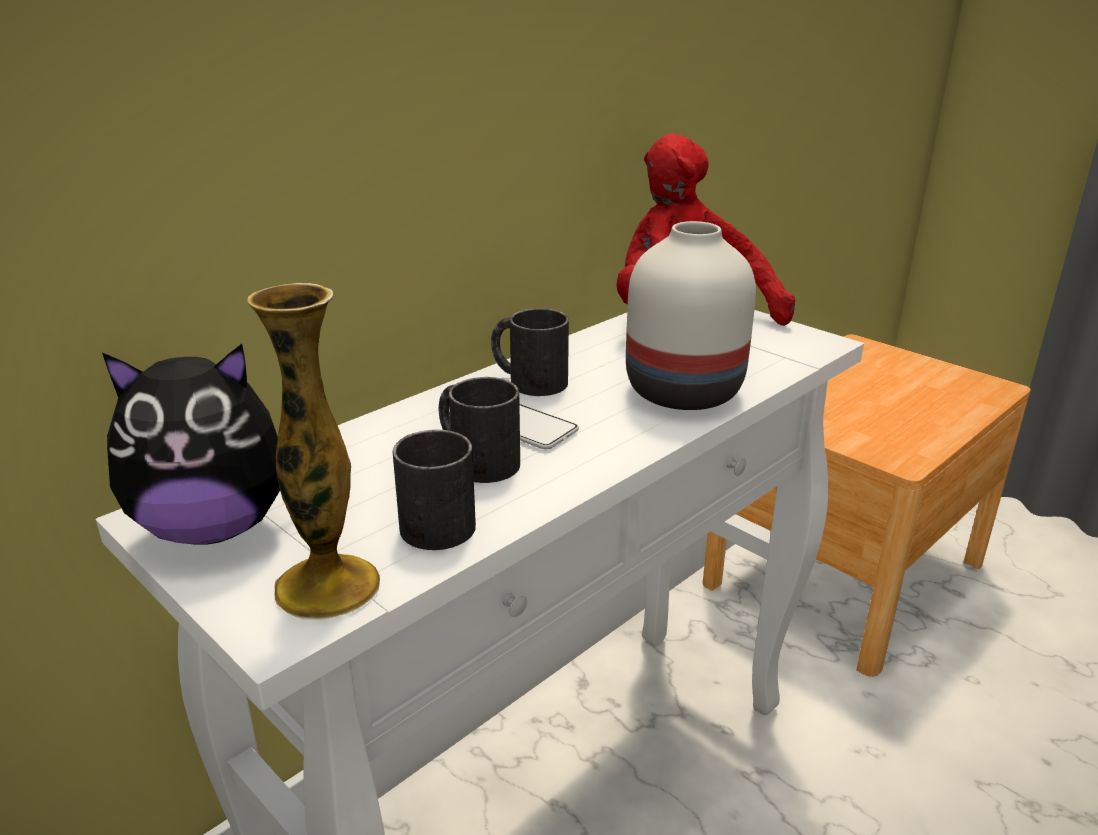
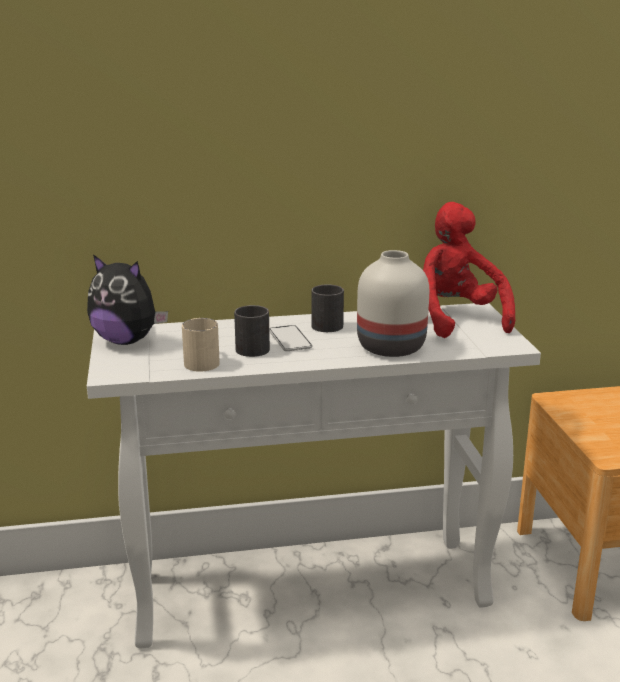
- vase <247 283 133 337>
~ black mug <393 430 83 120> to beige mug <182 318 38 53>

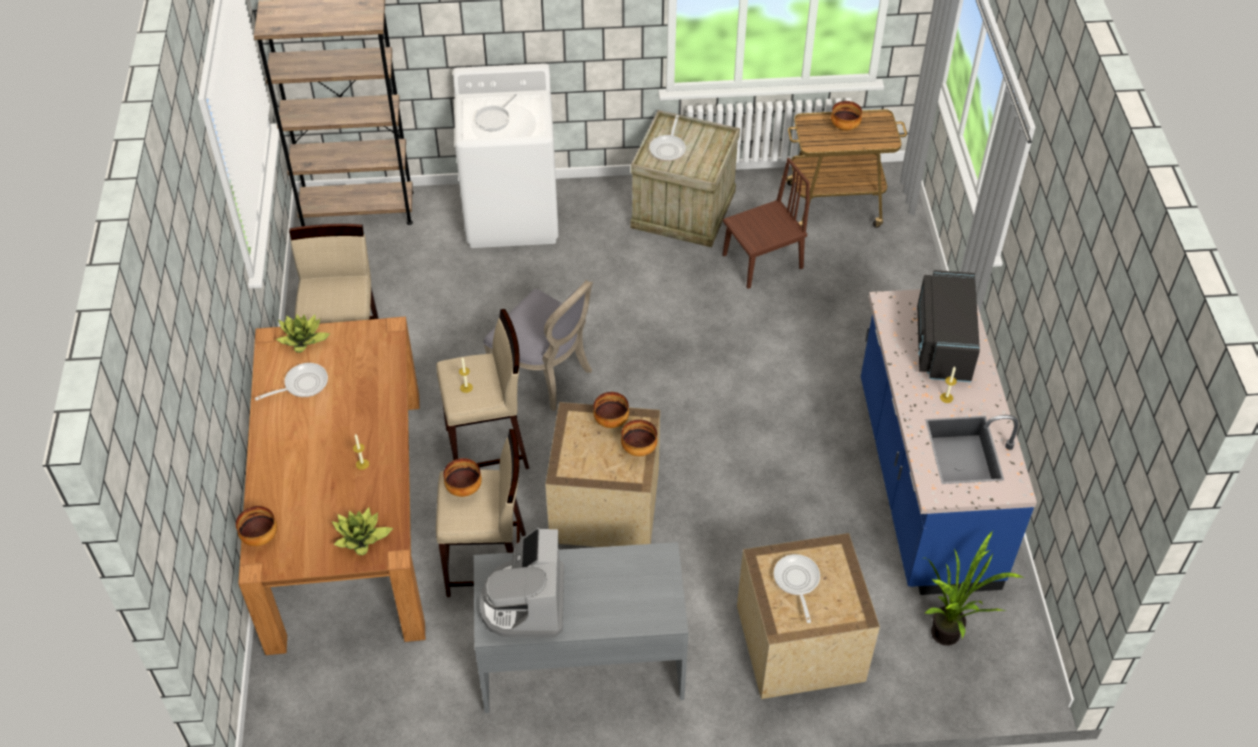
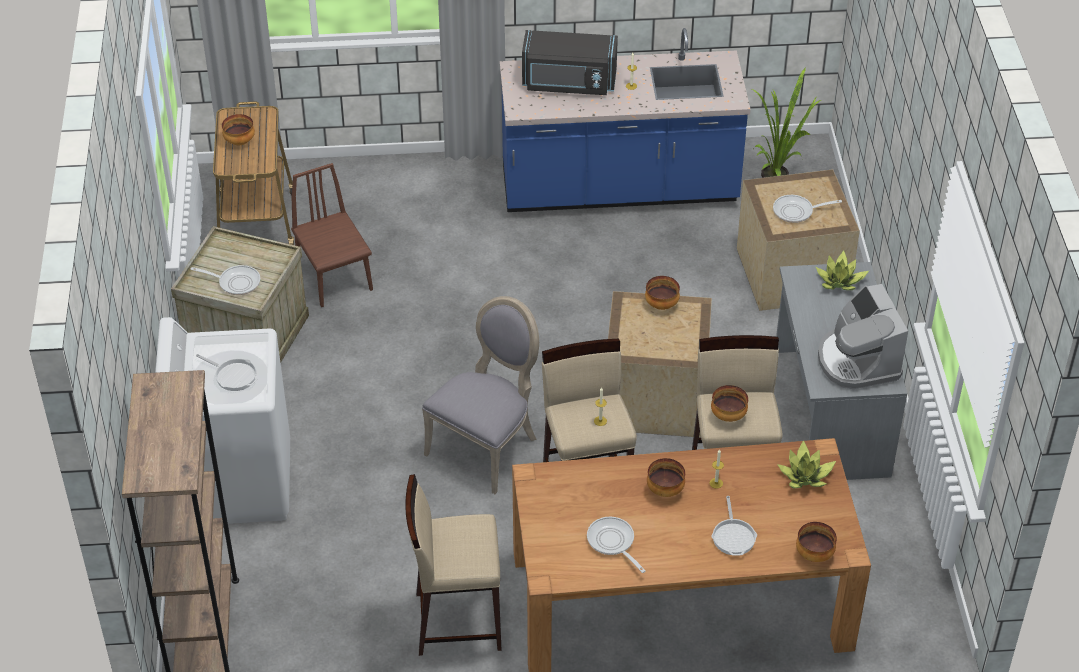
+ frying pan <711 496 46 60>
~ potted plant <276 314 54 39> to <816 251 54 39>
~ bowl <593 392 36 36> to <647 458 38 39>
~ coffee machine <480 528 84 109> = <818 284 90 105> 75 degrees clockwise

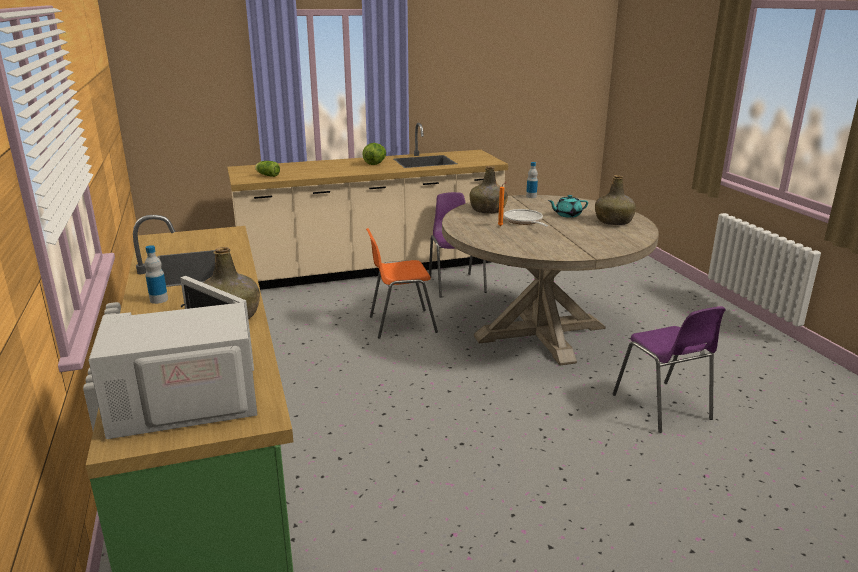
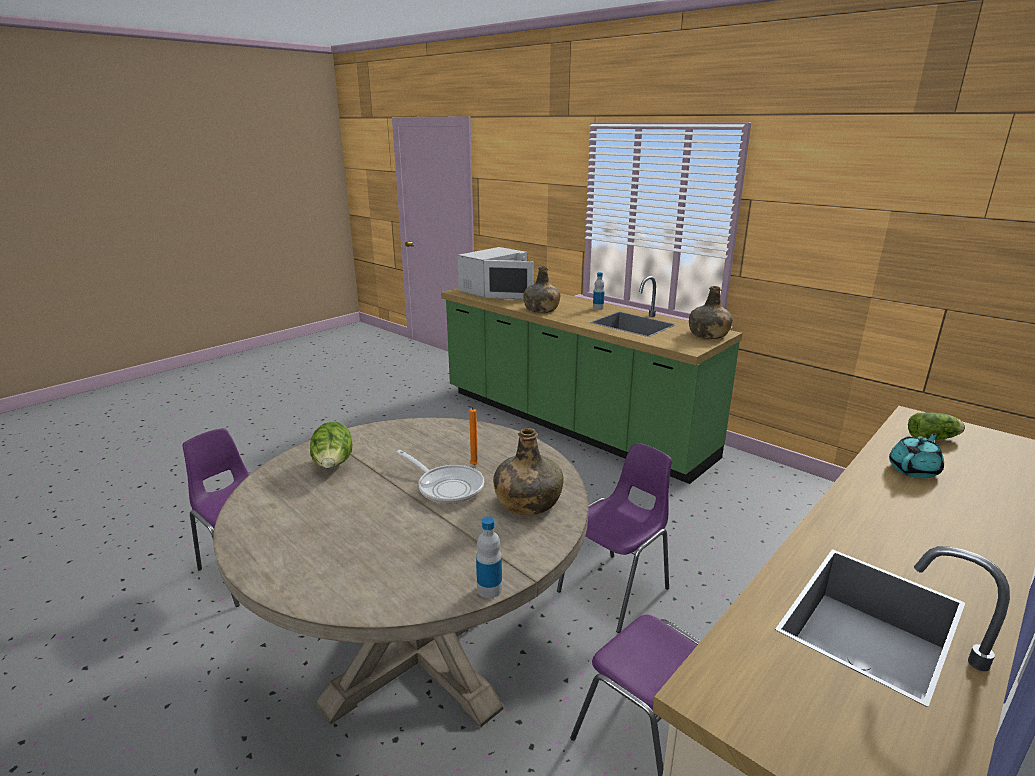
~ lettuce <362 143 24 22> to <310 422 42 46>
~ turquoise teapot <548 195 40 23> to <889 433 55 45>
~ green bottle <595 175 41 50> to <689 286 44 53>
~ orange chair <366 228 72 111> to purple chair <557 443 115 190>

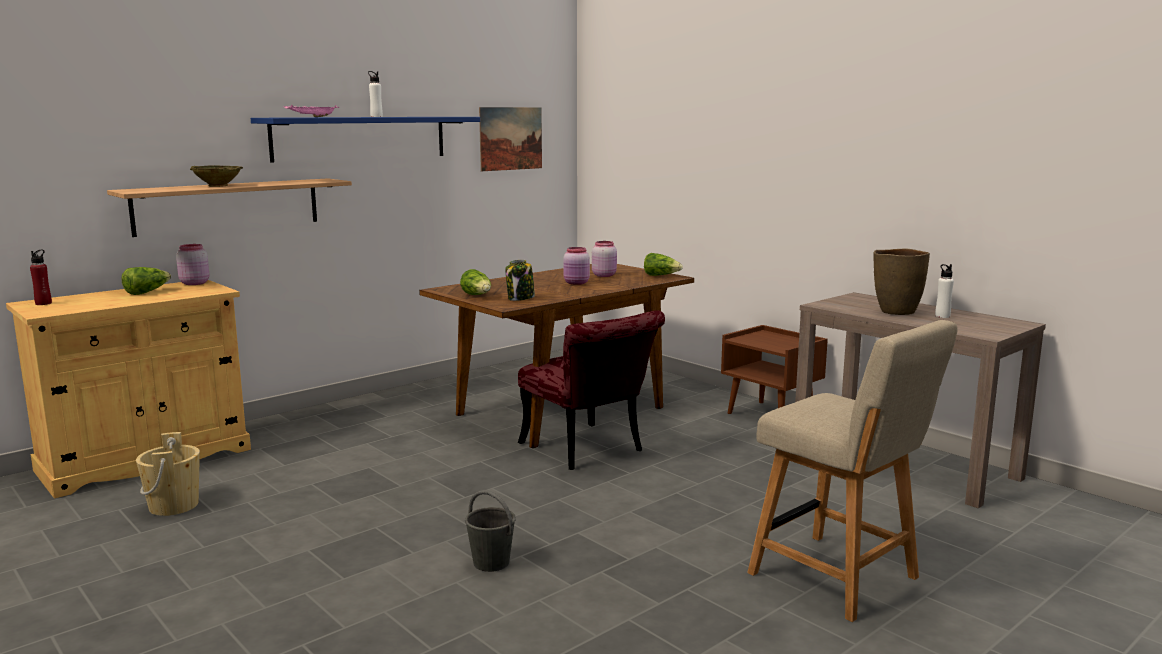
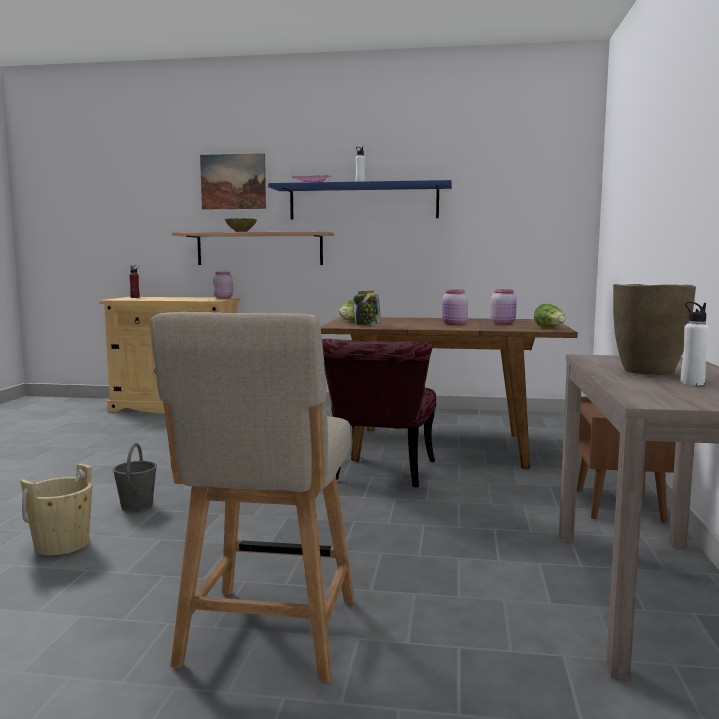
- lettuce <121 267 50 28>
~ beige bucket <136 432 64 84> to <20 464 73 91>
~ picture <479 107 63 64> to <200 153 66 56>

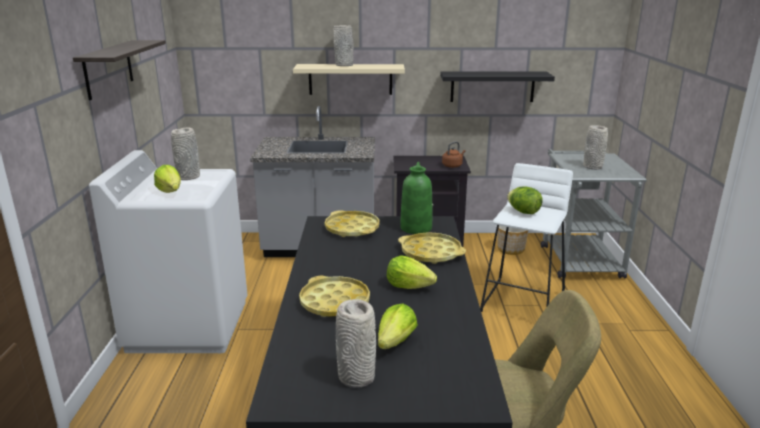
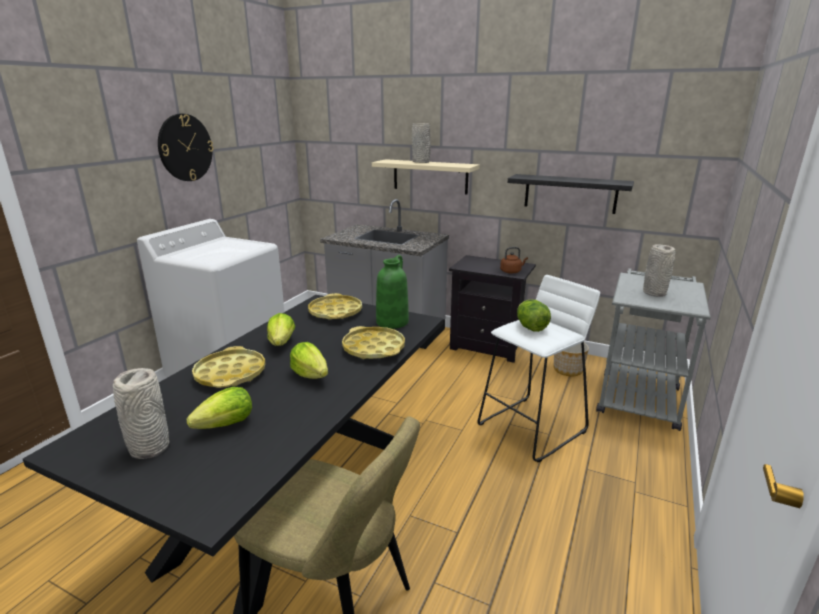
- grey vase <171 127 29 53>
~ lettuce <154 165 27 28> to <267 313 28 33>
~ shelf <73 40 93 60> to wall clock <158 114 56 67>

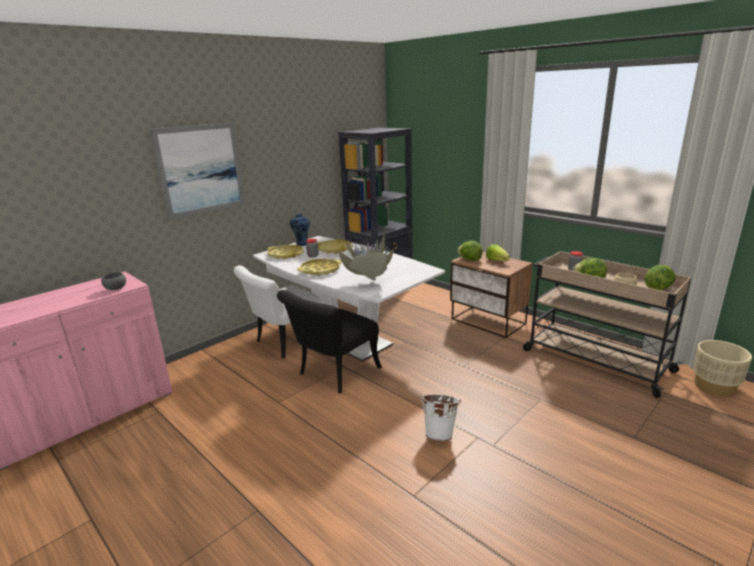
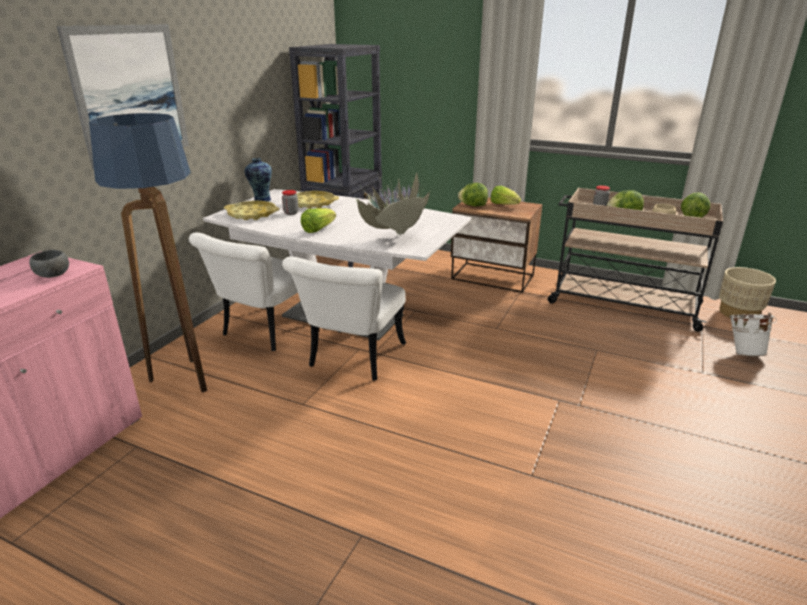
+ floor lamp <89 113 118 280>
~ white bucket <420 394 41 47> to <729 313 48 43>
~ yellow tray <297 259 45 17> to lettuce <301 208 35 25>
~ black chair <277 290 105 103> to white chair <282 257 124 124>

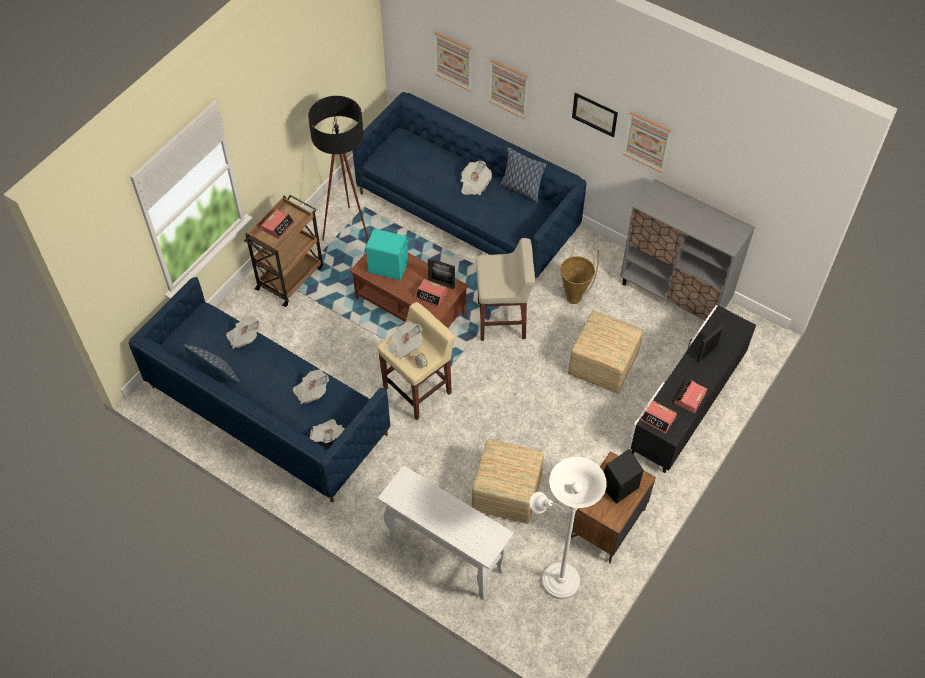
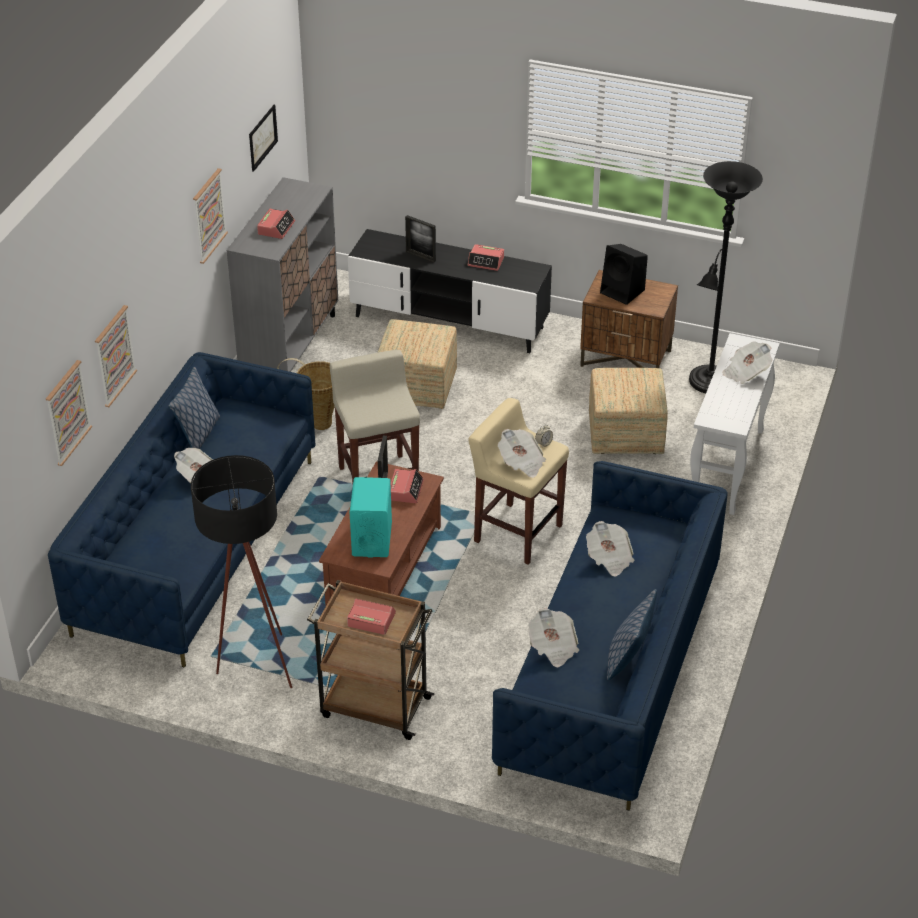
~ newspaper <310 419 35 24> to <722 341 50 43>
~ picture <572 93 46 44> to <249 105 29 67>
~ alarm clock <641 400 36 34> to <257 209 38 30>
~ white floor lamp <530 457 77 142> to black floor lamp <689 161 74 232>

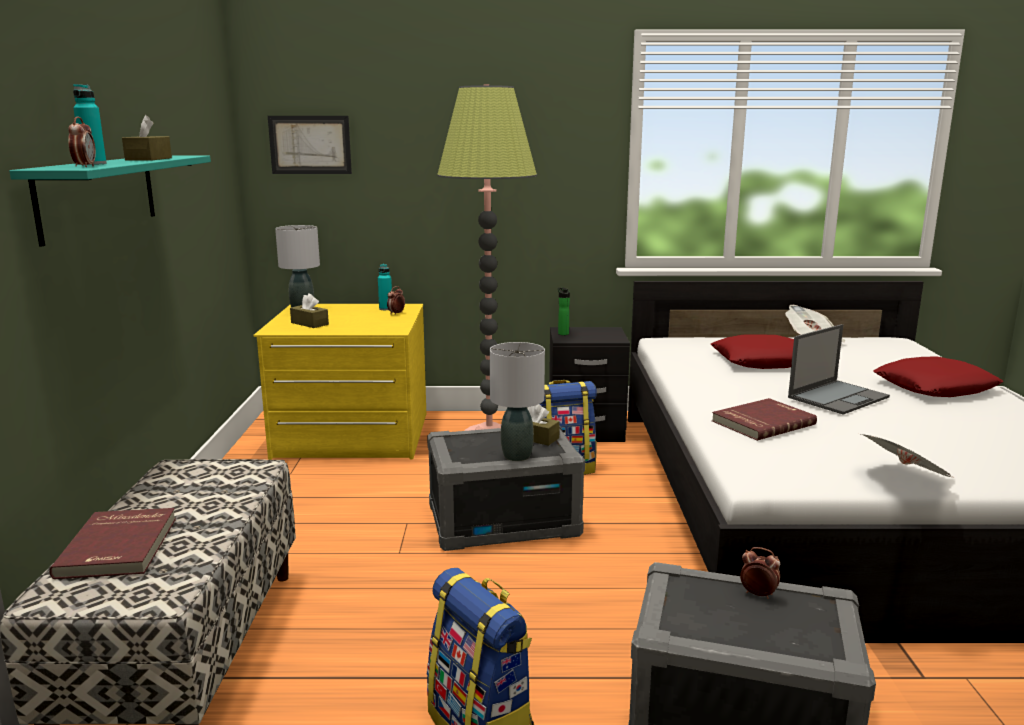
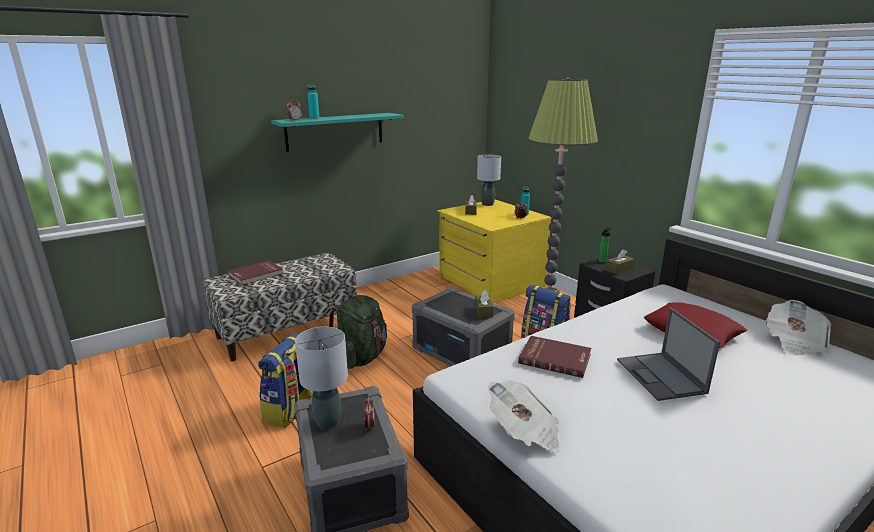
- picture <268 116 84 58>
- red pillow <873 357 130 40>
+ green backpack <329 295 58 74>
~ brown tissue box <122 115 50 46> to <606 249 28 26>
~ grey table lamp <490 342 55 119> to <295 327 53 102>
~ laptop <788 324 102 91> = <617 308 103 93> 60 degrees clockwise

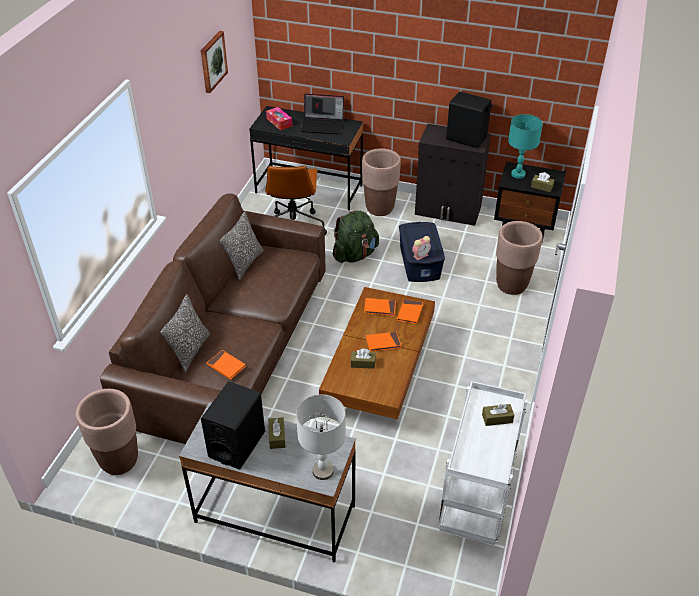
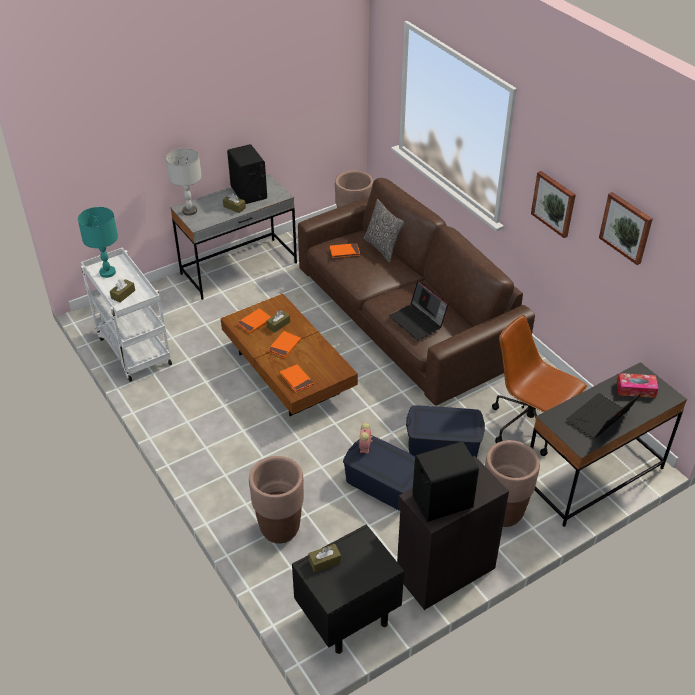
- pillow <220 212 43 68>
+ laptop <389 280 59 60>
+ picture <531 171 45 67>
~ orange book <364 298 32 18> to <237 308 34 26>
~ turquoise table lamp <508 114 35 65> to <78 207 40 71>
~ green backpack <333 210 46 53> to blue storage box <406 406 79 52>

